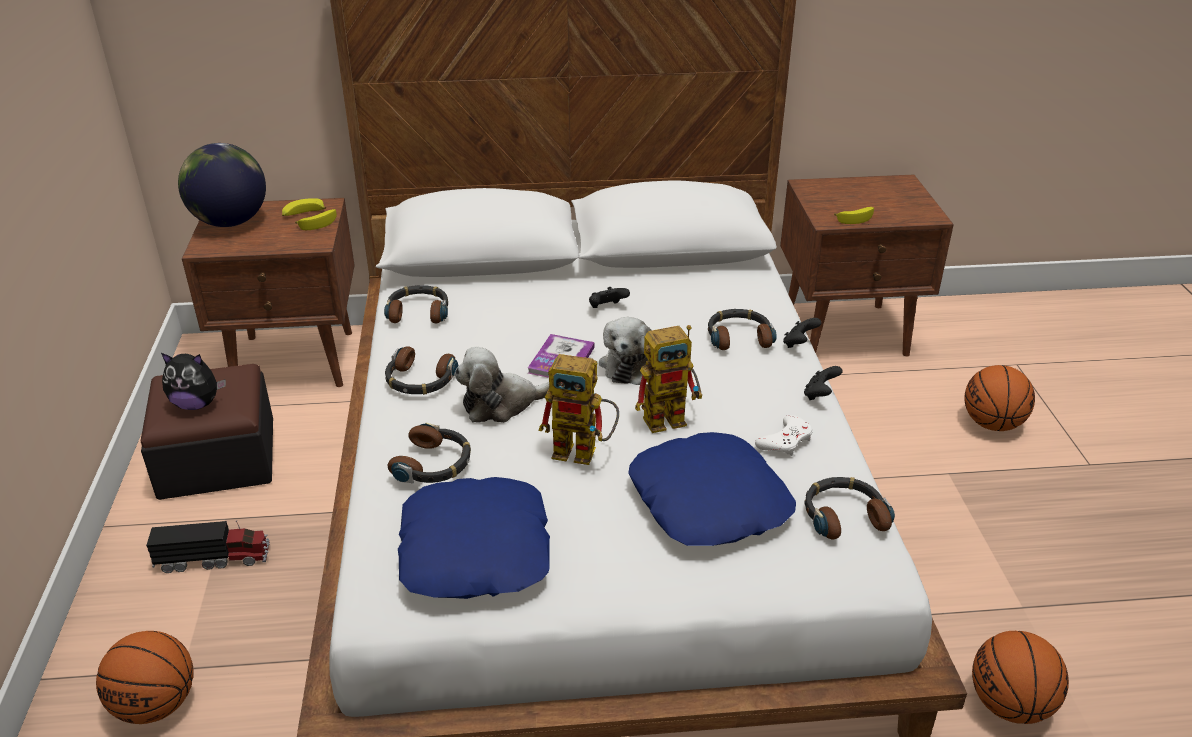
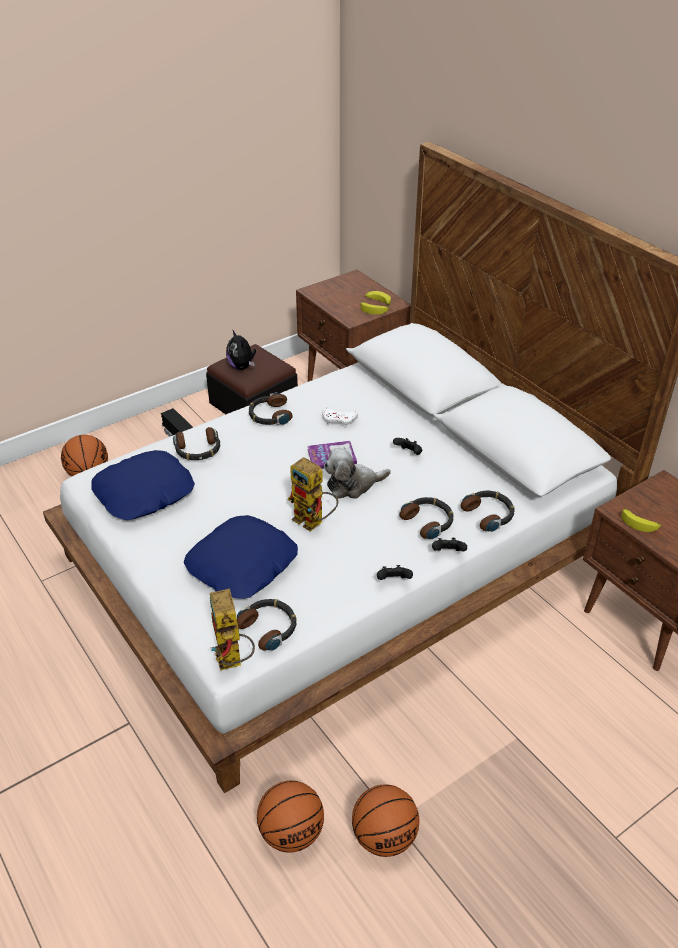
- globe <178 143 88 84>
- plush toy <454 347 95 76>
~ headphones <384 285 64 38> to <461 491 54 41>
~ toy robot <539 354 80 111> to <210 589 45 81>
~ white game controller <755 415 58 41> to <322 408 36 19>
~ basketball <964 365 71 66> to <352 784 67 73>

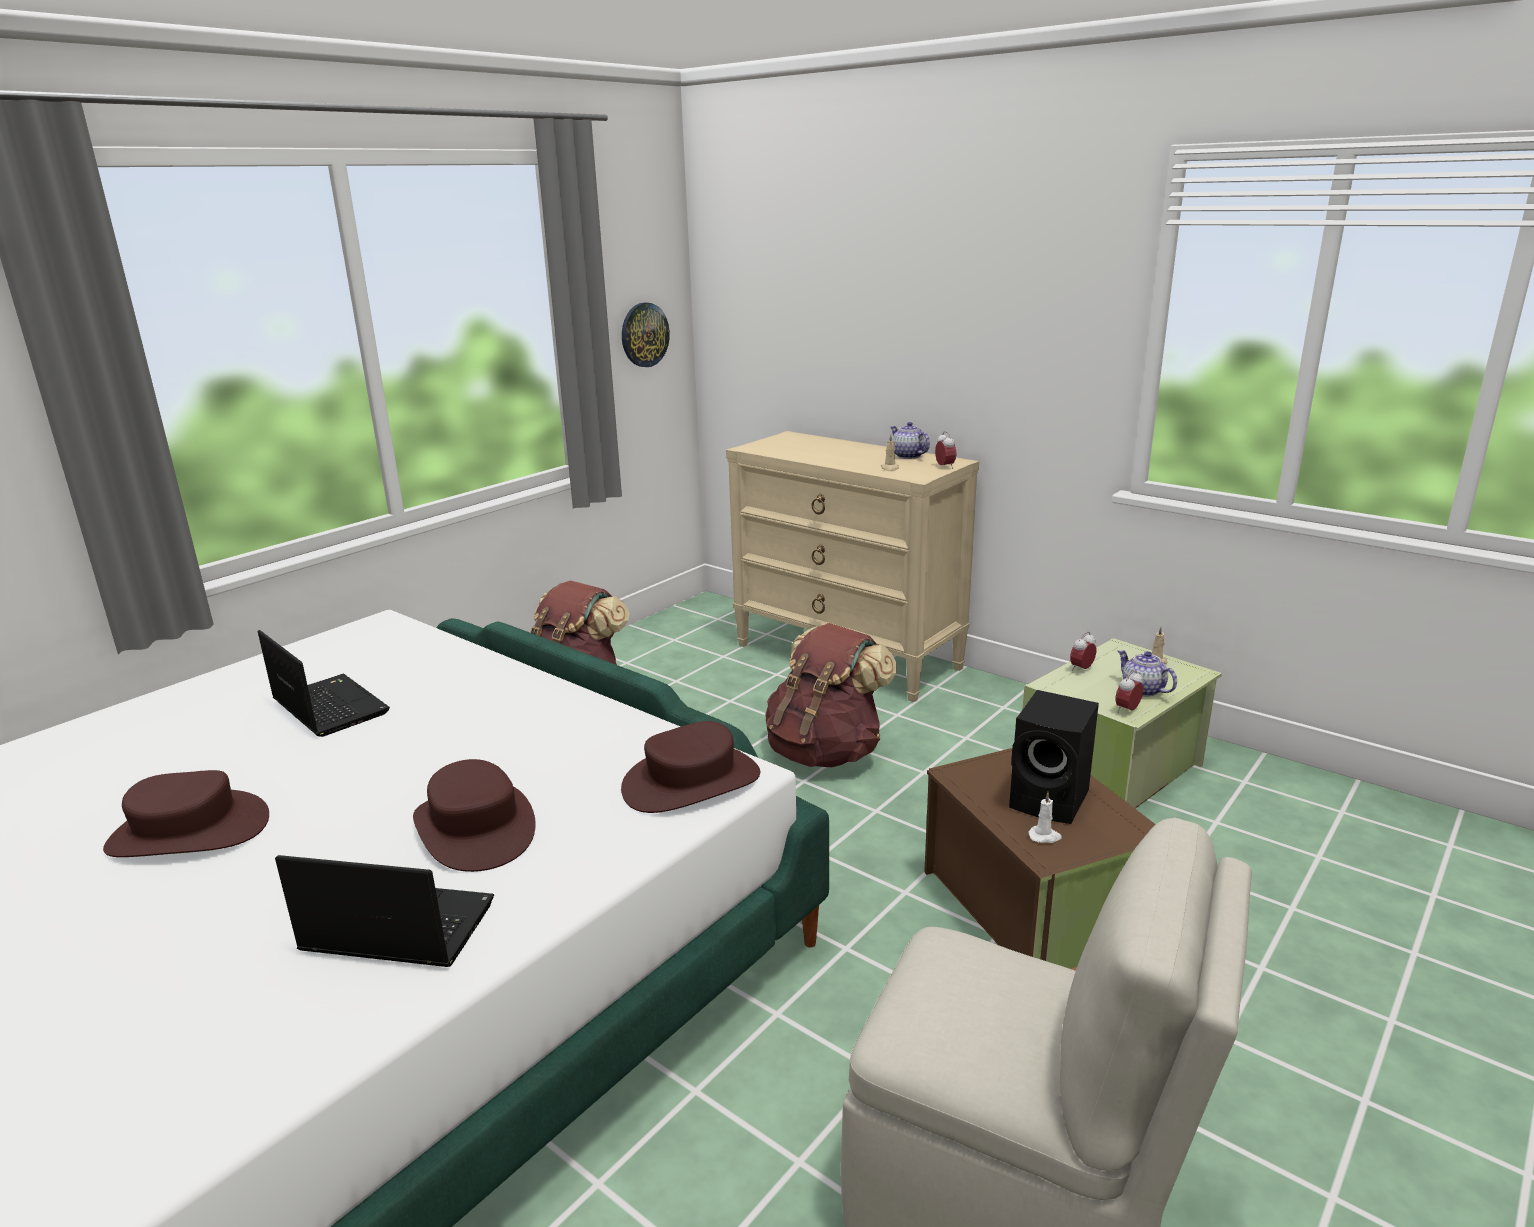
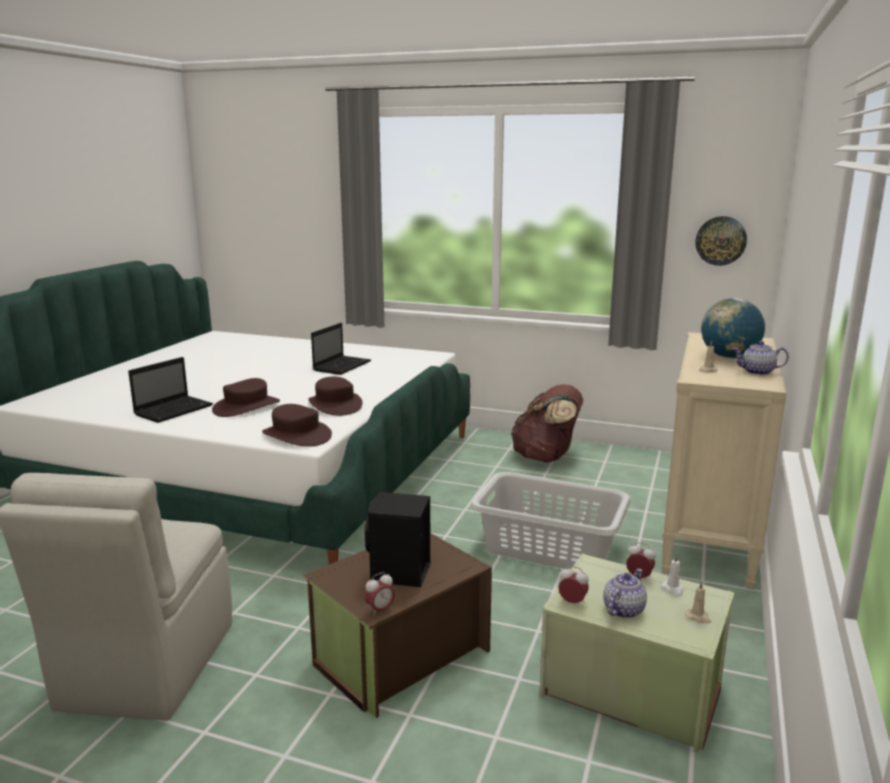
+ globe <701 298 64 61>
~ brown hat <103 770 166 87> to <308 376 55 40>
~ alarm clock <935 431 21 38> to <364 572 31 44>
~ white candle <1028 792 34 51> to <662 554 22 42>
~ brown backpack <765 623 132 144> to grey laundry basket <470 472 161 98>
~ laptop <275 855 219 112> = <128 357 85 66> 45 degrees clockwise
~ teapot <891 422 39 37> = <732 341 57 34> 120 degrees counterclockwise

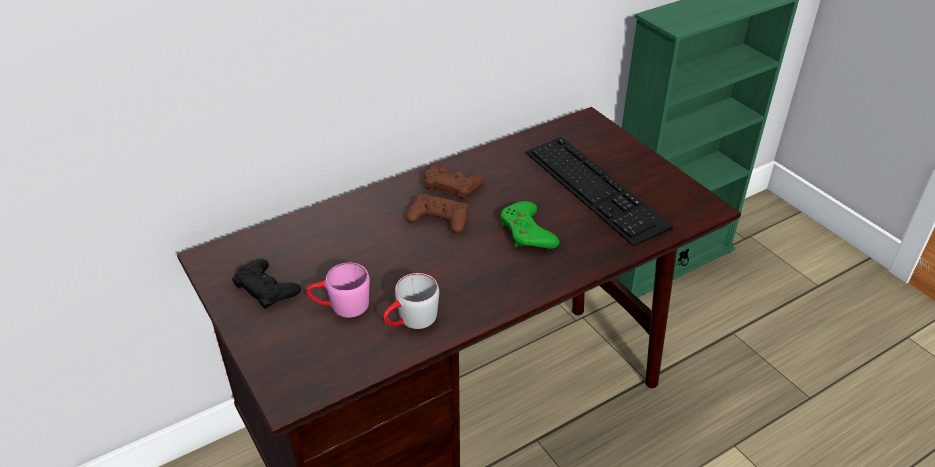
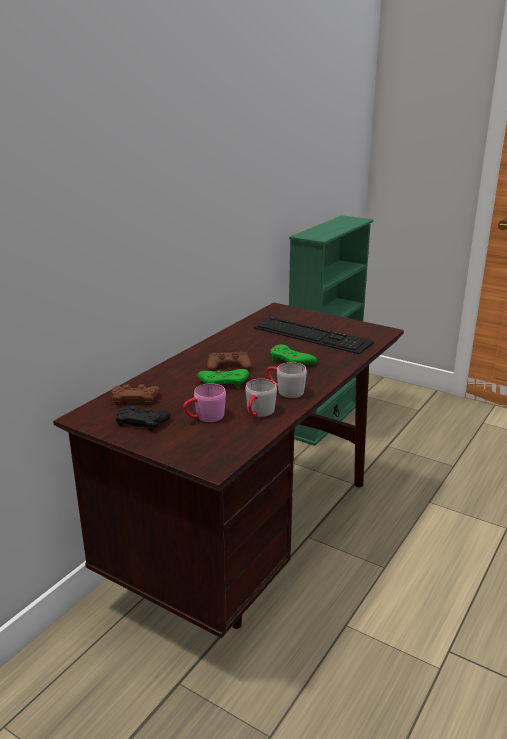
+ green game controller <198 369 51 20>
+ grey mug <267 362 40 36>
~ brown game controller <424 164 60 35> to <111 384 49 21>

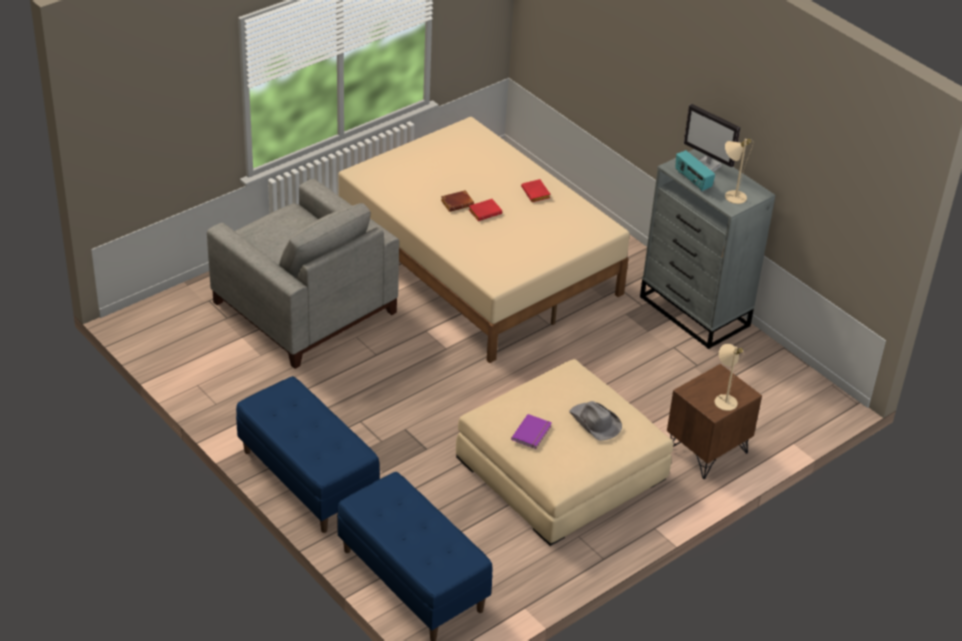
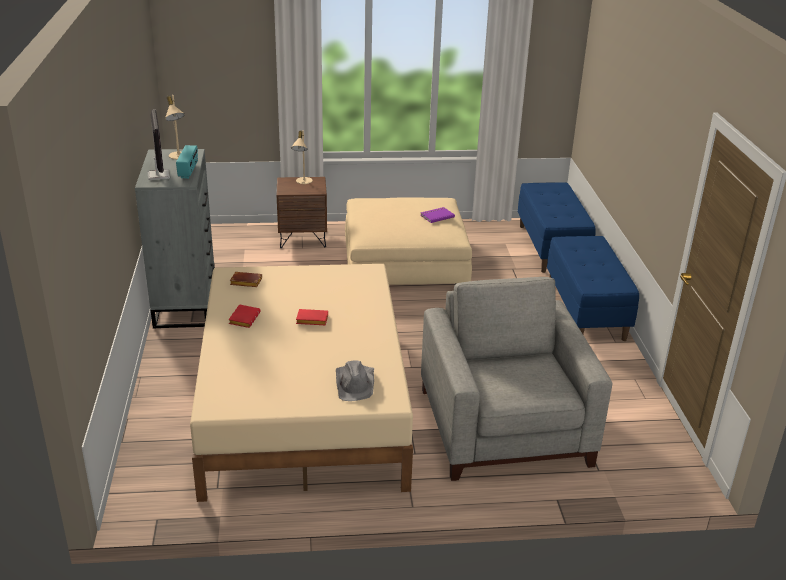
~ brown book <441 190 33 22> to <230 272 32 15>
~ grey hat <569 401 53 40> to <336 360 38 41>

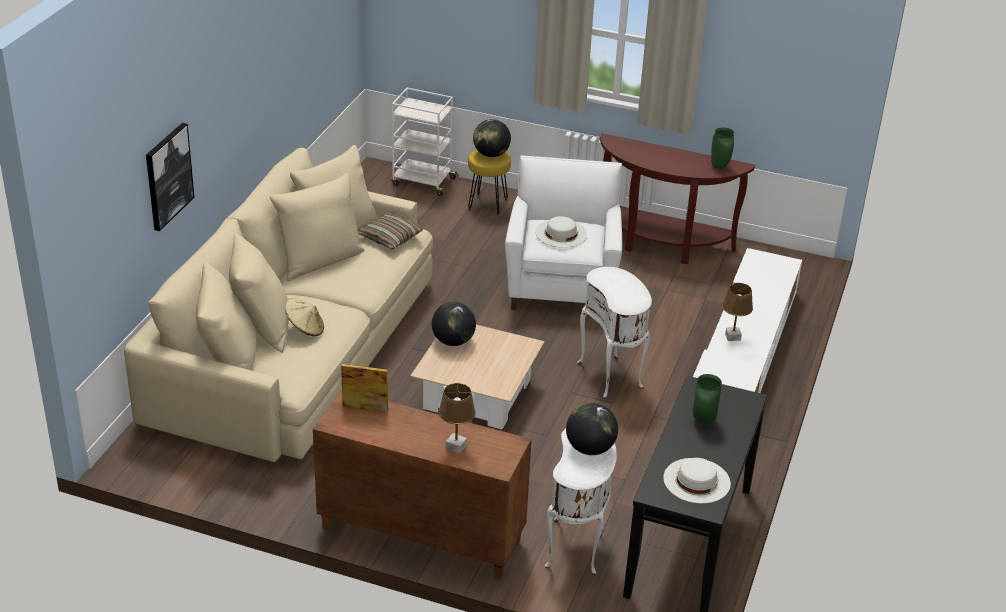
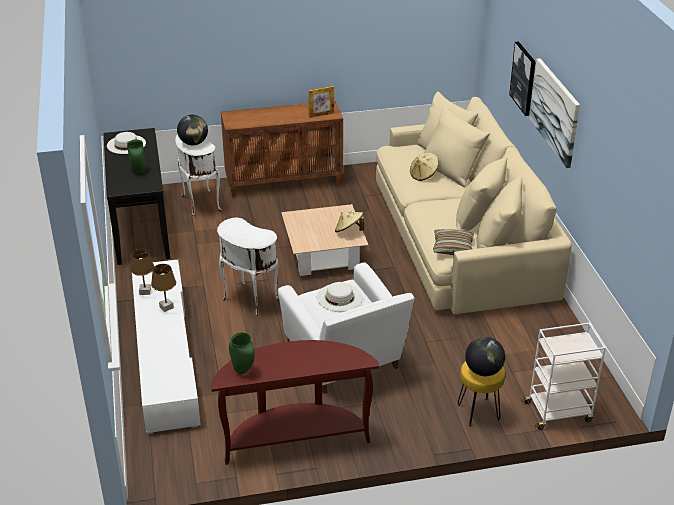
+ picture <529 58 51 110>
~ brown table lamp <439 383 37 71> to <130 249 24 46>
~ globe <432 302 44 44> to beige hat <335 211 30 21>

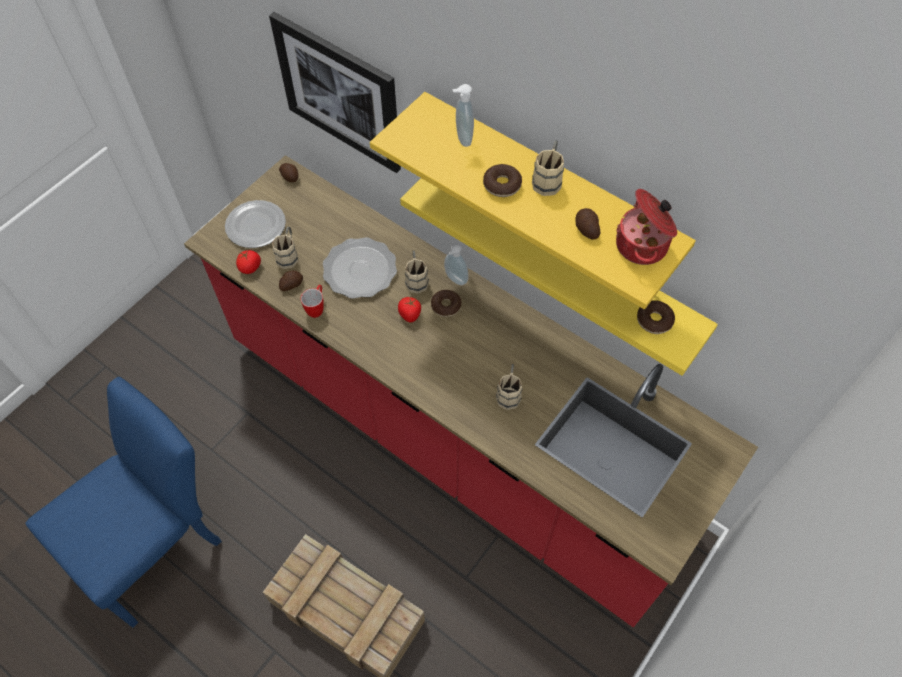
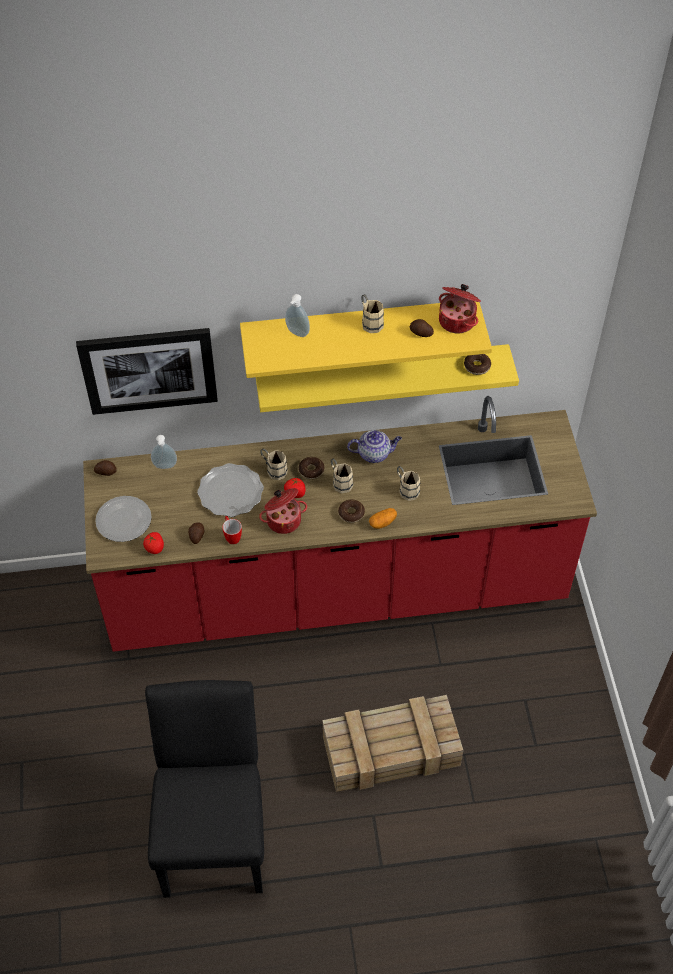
+ cooking pot <259 488 48 46>
+ teapot <347 430 55 33>
+ potato <369 508 28 21>
~ beige mug <272 227 26 42> to <331 459 22 34>
~ soap dispenser <444 244 25 41> to <151 435 26 34>
~ donut <483 164 39 33> to <338 499 27 24>
~ blue chair <25 377 197 251> to black chair <145 680 119 218>

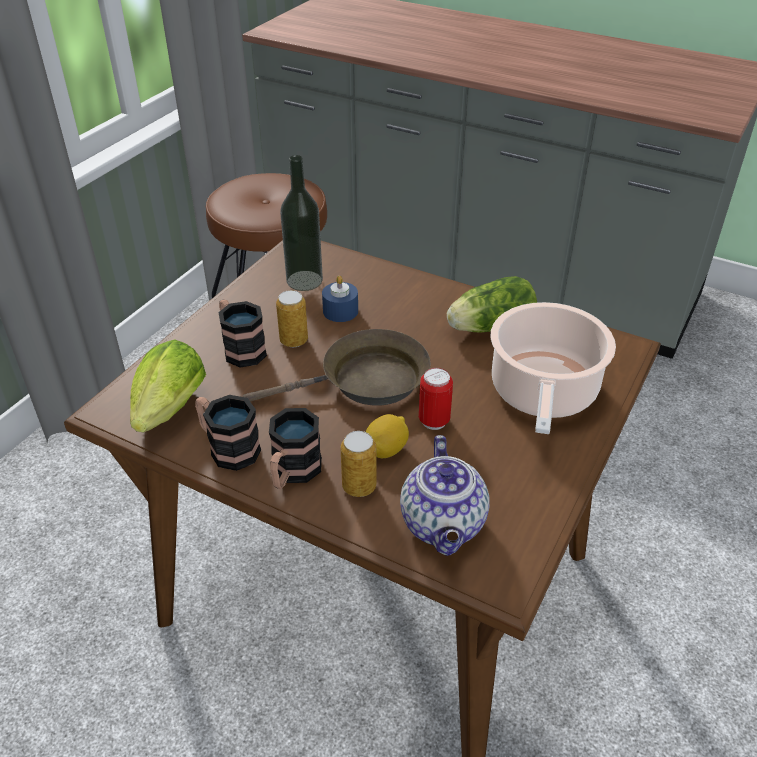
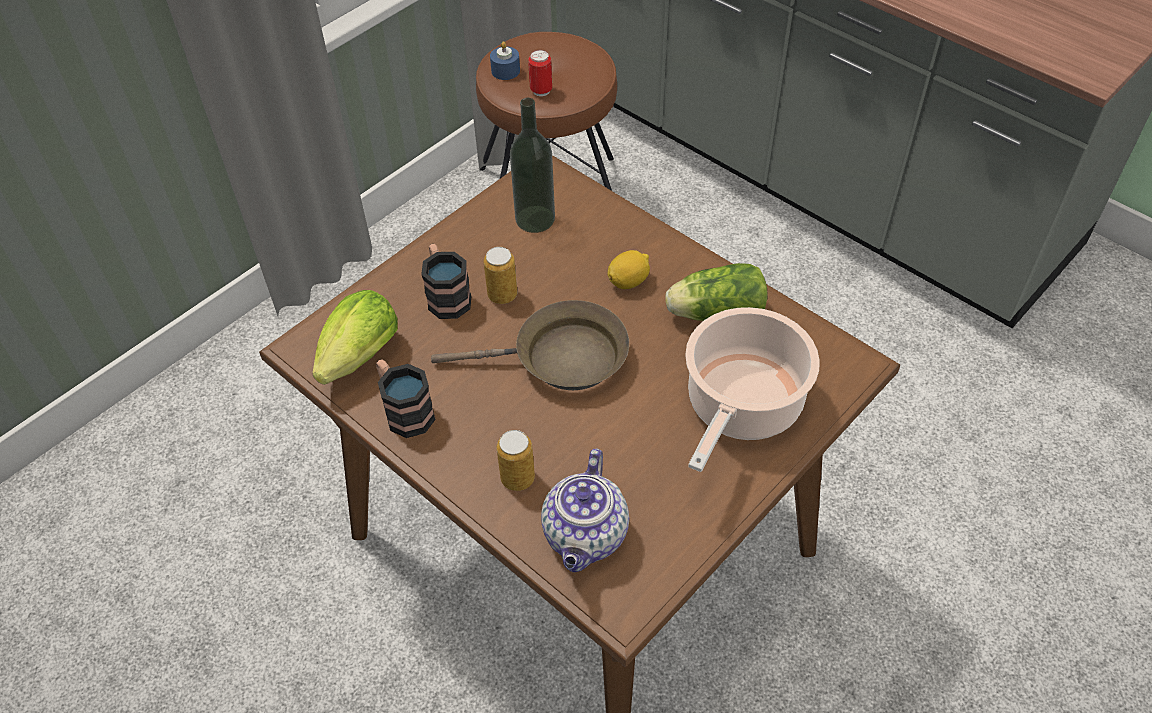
- mug <269 408 53 81>
~ blue candle <322 276 36 46> to <490 41 30 39>
~ lemon <366 414 43 44> to <608 250 42 39>
~ can <419 368 34 62> to <528 50 24 46>

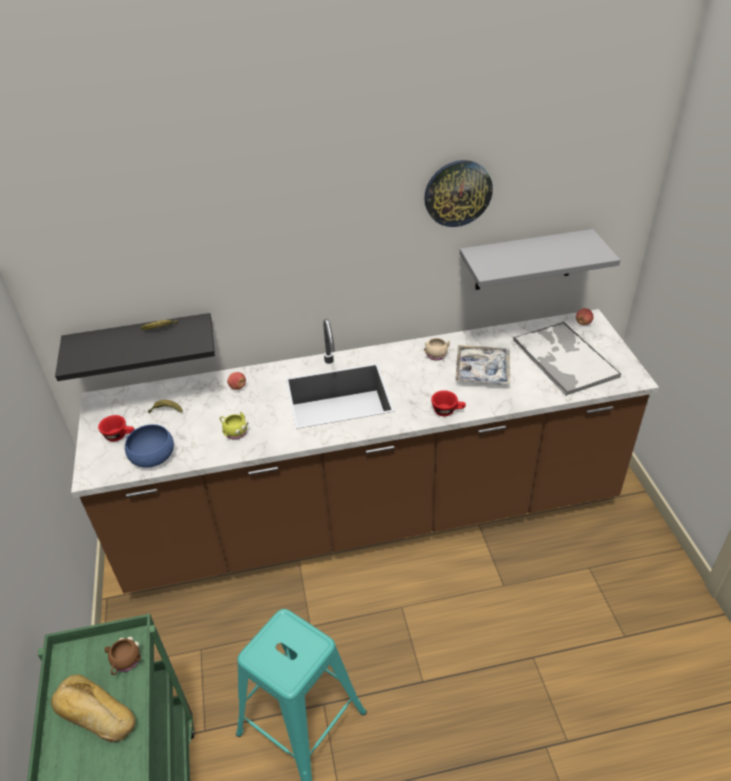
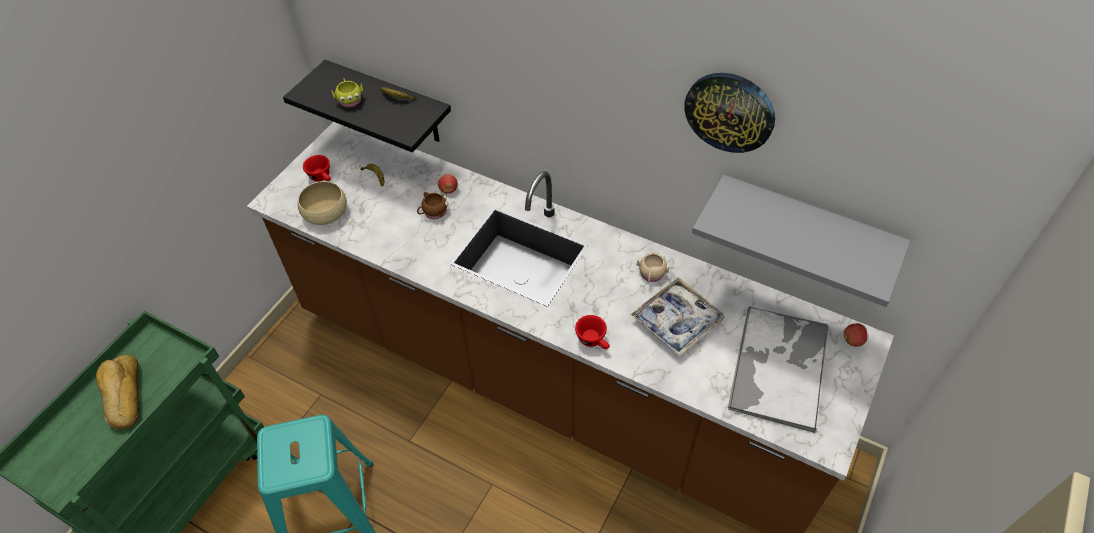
~ brown mug <104 636 37 39> to <417 192 32 27>
~ yellow mug <220 412 28 28> to <331 78 33 30>
~ blue bowl <125 424 49 44> to beige bowl <298 181 49 44>

